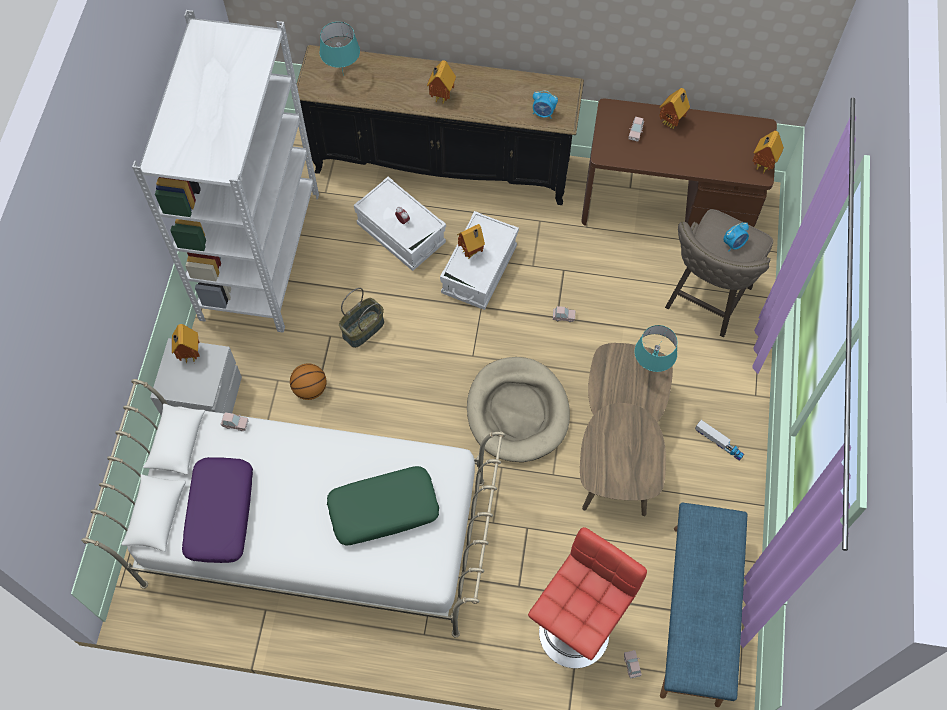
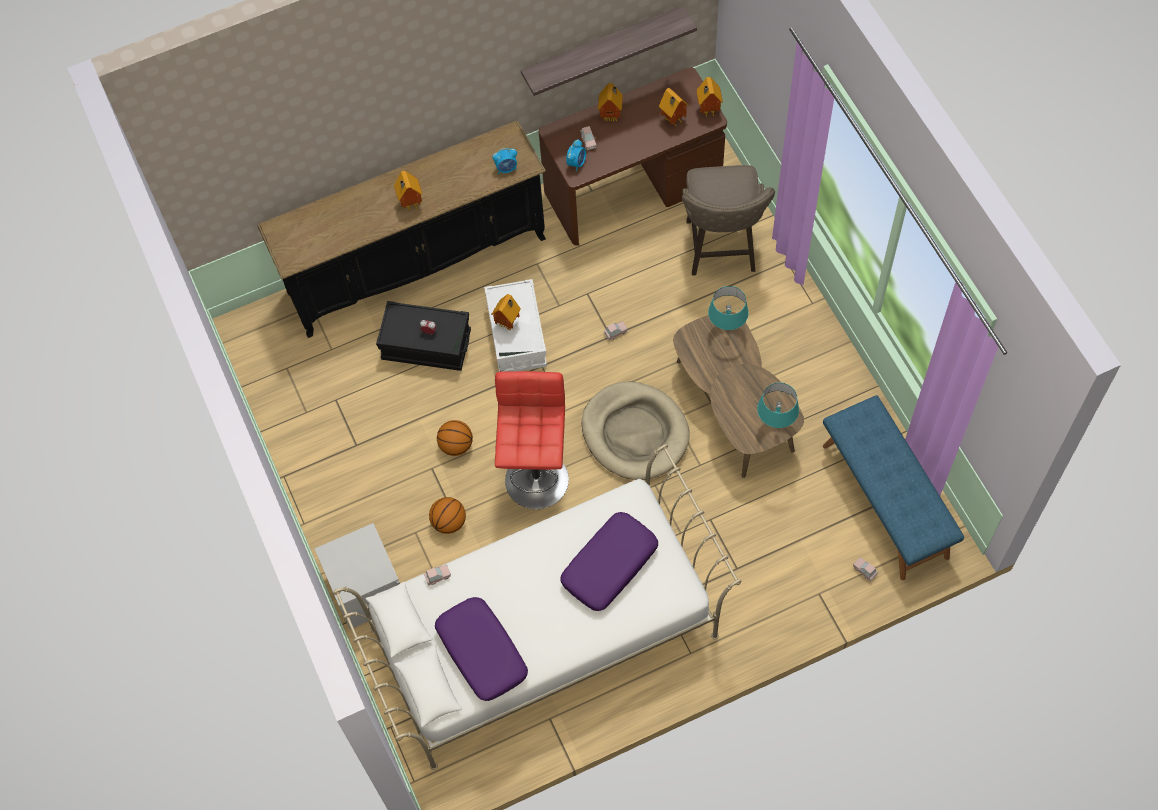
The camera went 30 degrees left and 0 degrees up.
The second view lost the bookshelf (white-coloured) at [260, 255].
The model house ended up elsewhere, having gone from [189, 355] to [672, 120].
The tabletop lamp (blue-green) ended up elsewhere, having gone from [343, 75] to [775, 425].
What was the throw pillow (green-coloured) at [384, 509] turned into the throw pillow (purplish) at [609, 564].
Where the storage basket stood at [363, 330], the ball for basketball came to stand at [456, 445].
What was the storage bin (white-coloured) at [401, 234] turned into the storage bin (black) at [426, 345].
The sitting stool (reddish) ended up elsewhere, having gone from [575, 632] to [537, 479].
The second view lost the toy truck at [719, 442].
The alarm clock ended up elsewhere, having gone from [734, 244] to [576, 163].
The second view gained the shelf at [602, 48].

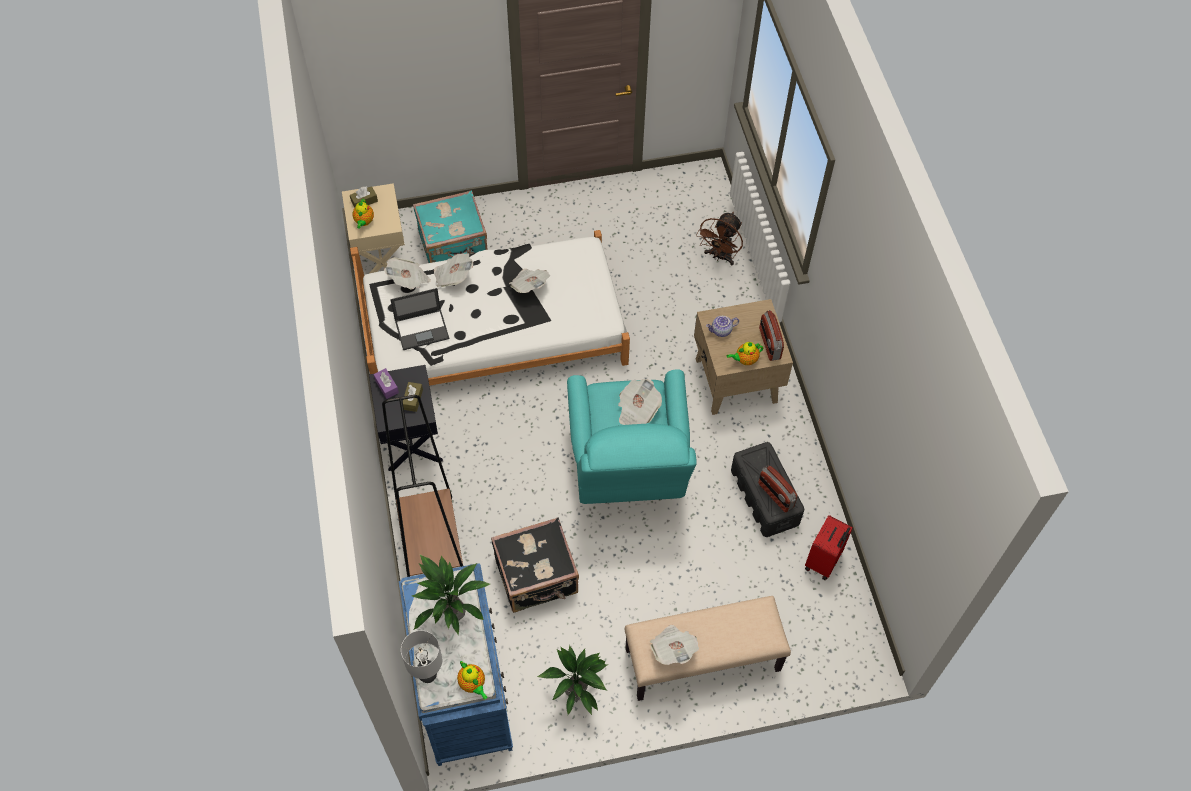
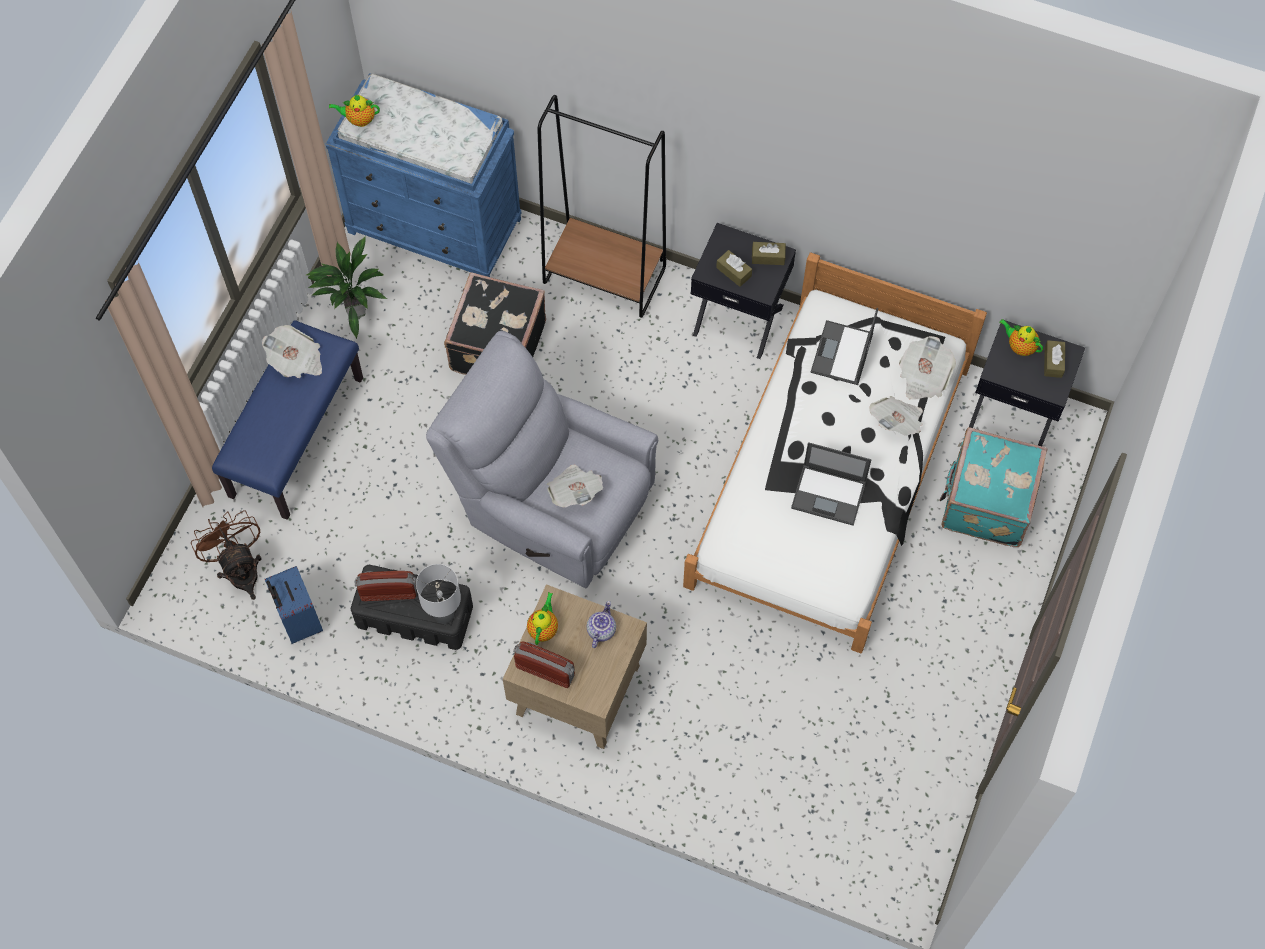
The camera went 125 degrees right and 5 degrees up.
What was the nightstand (beige-coloured) at [381, 260] turned into the nightstand (black) at [1013, 414].
What was the tissue holder (purplish) at [386, 386] turned into the tissue holder (brownish) at [768, 257].
The tabletop lamp (gray) ended up elsewhere, having gone from [428, 676] to [444, 616].
The second view lost the houseplant at [454, 614].
Where the printed paper stood at [529, 286], the laptop came to stand at [829, 495].
What was the easy chair (blue-green) at [628, 469] turned into the easy chair (gray) at [551, 502].
What was the indoor bench (beige-coloured) at [702, 661] turned into the indoor bench (blue-coloured) at [296, 436].
The cooling fan (brownish) ended up elsewhere, having gone from [719, 256] to [241, 570].
What was the travel case (reddish) at [823, 561] turned into the travel case (blue-coloured) at [299, 621].

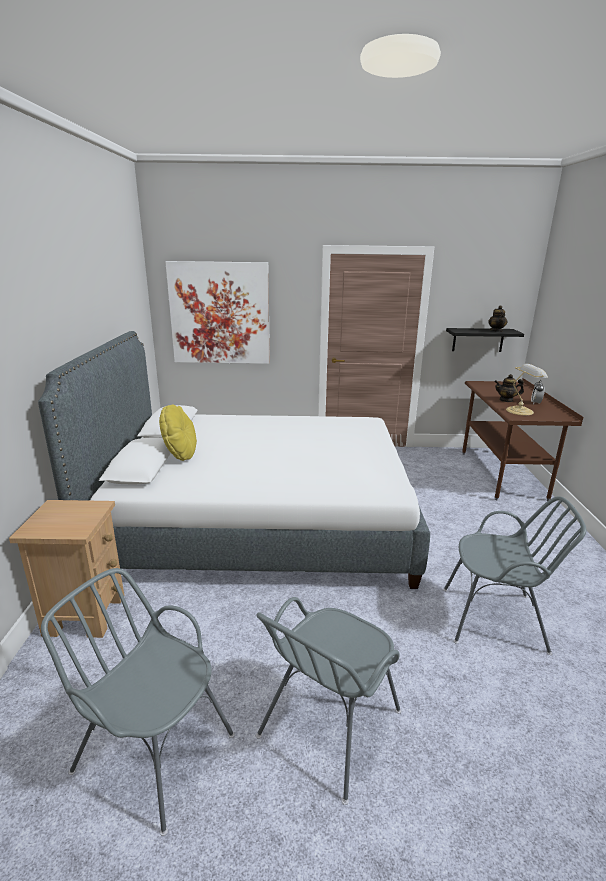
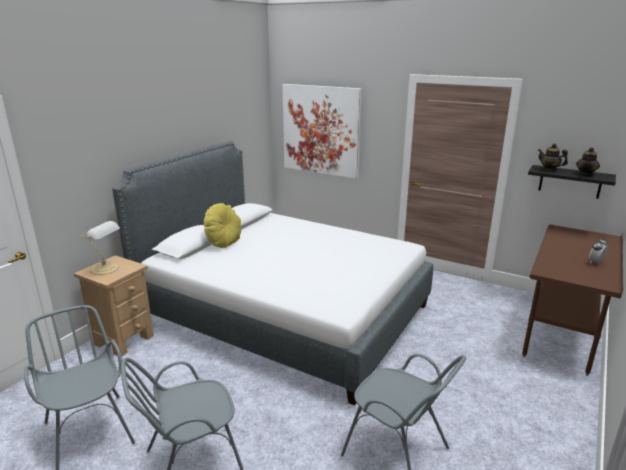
The camera went 30 degrees right and 0 degrees up.
The tea pot ended up elsewhere, having gone from [506, 400] to [549, 170].
The tabletop lamp ended up elsewhere, having gone from [521, 411] to [106, 269].

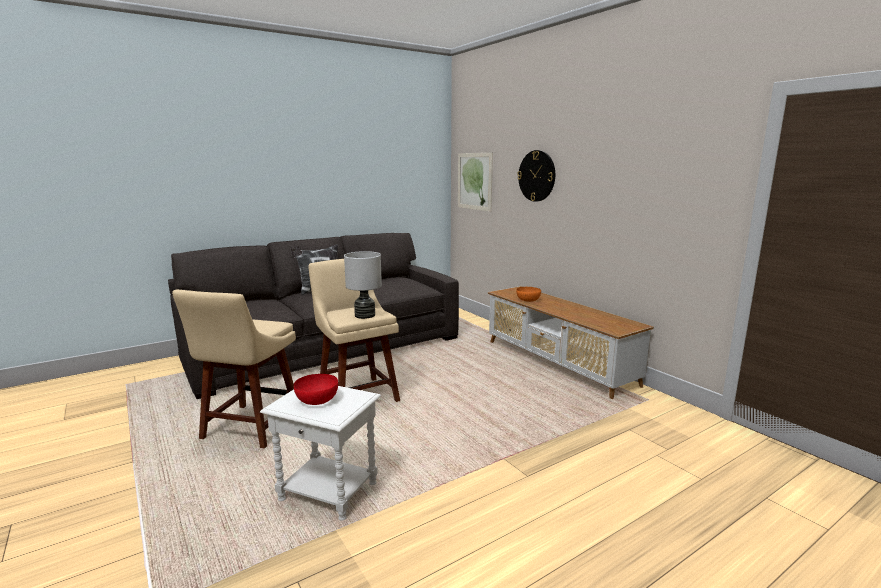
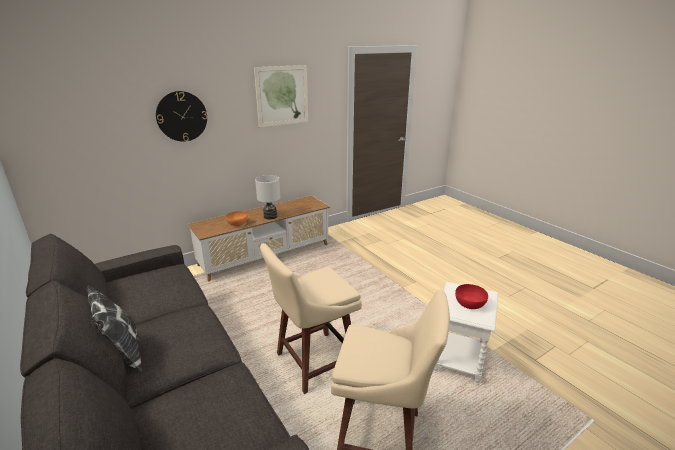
The camera went 90 degrees left and 10 degrees up.
The tabletop lamp (gray) ended up elsewhere, having gone from [364, 315] to [270, 216].
The picture ended up elsewhere, having gone from [474, 181] to [282, 96].

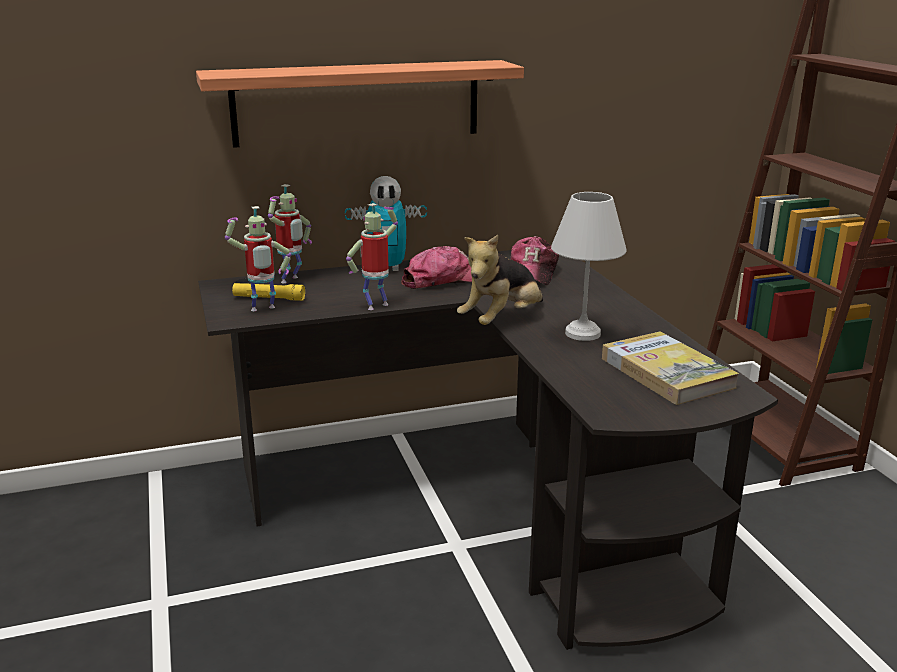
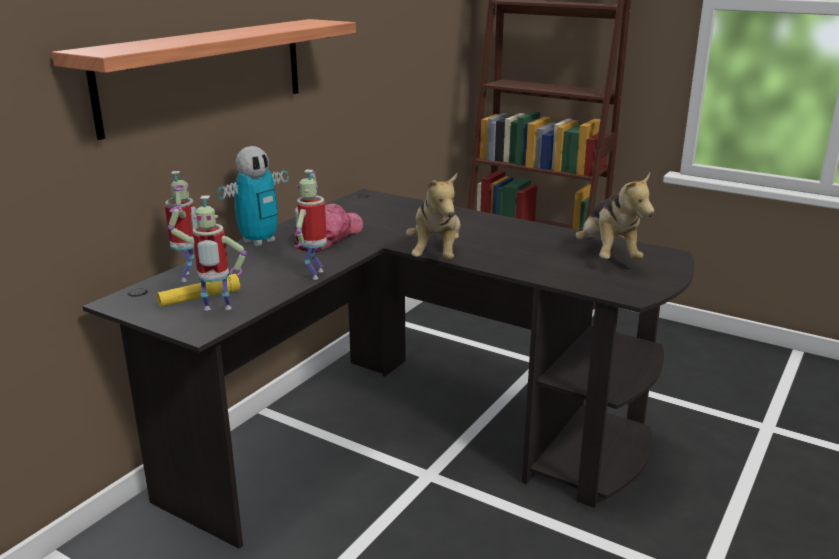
The camera went 40 degrees left and 0 degrees up.
The toy robot at [263, 310] ended up facing another way, 60 degrees clockwise from before.
The second view lost the peaked cap at [533, 273].
The second view lost the tabletop lamp (white-coloured) at [582, 334].
Where the book stood at [666, 373], the cuddly toy came to stand at [607, 256].

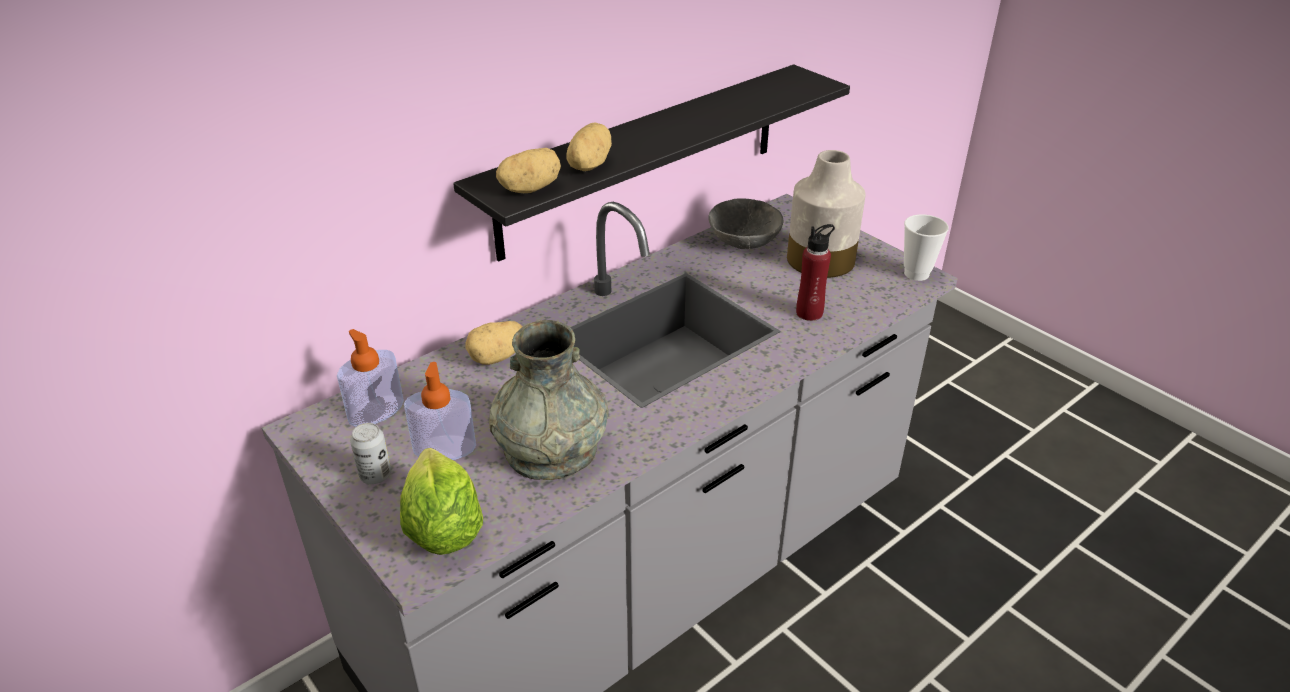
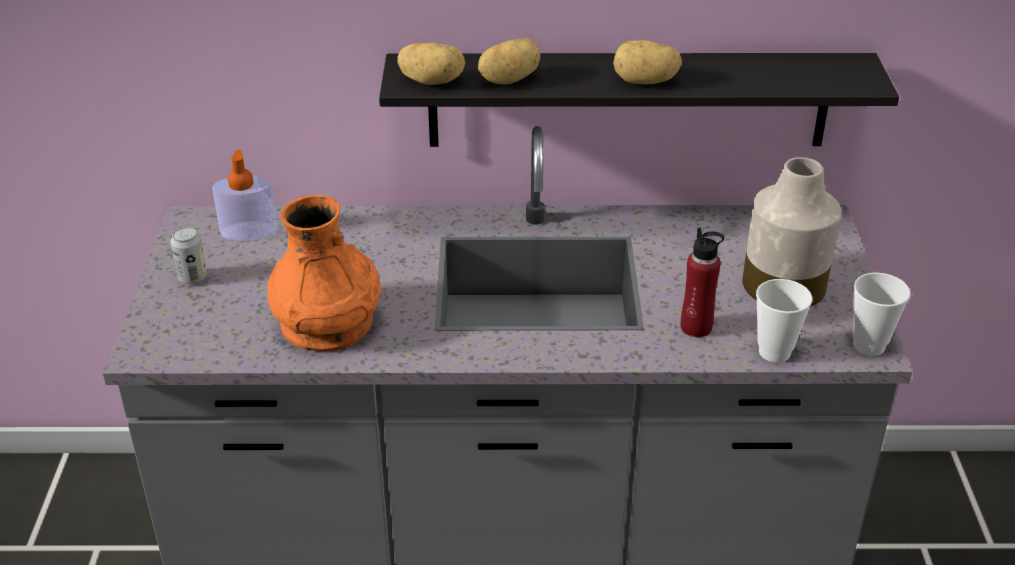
The camera went 40 degrees right and 0 degrees up.
The second view lost the lettuce at [443, 529].
The second view lost the soap bottle at [444, 448].
The spud ended up elsewhere, having gone from [497, 357] to [645, 82].
What was the decorative vase (gray) at [550, 447] turned into the decorative vase (orangey) at [327, 323].
The second view lost the deep dish (gray) at [743, 240].
The second view gained the drinking cup at [774, 352].

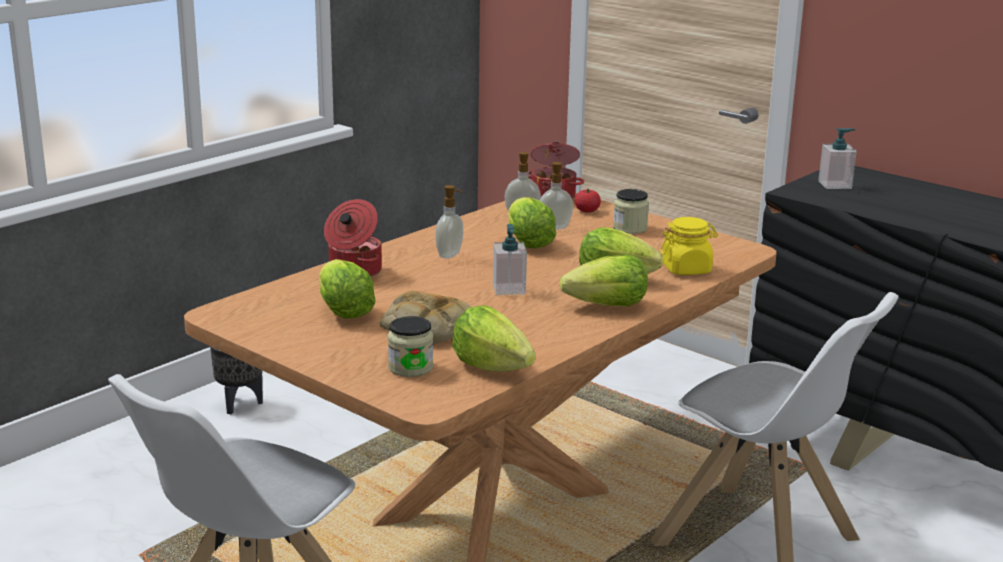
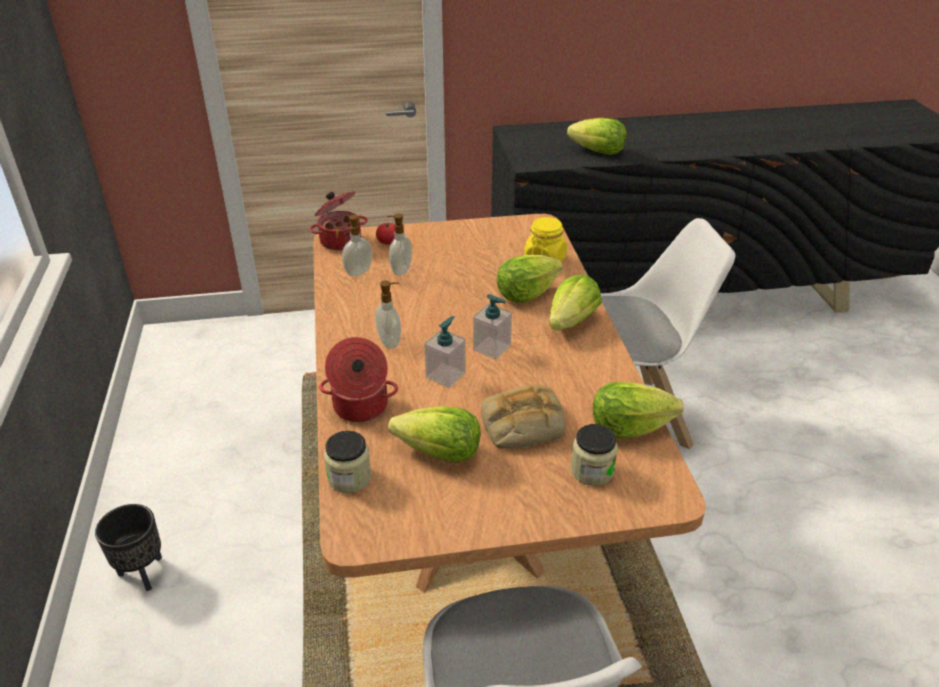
The camera went 50 degrees left and 15 degrees up.
The lettuce ended up elsewhere, having gone from [528, 243] to [598, 152].
The jar ended up elsewhere, having gone from [630, 228] to [349, 477].
The soap bottle ended up elsewhere, having gone from [835, 185] to [445, 375].

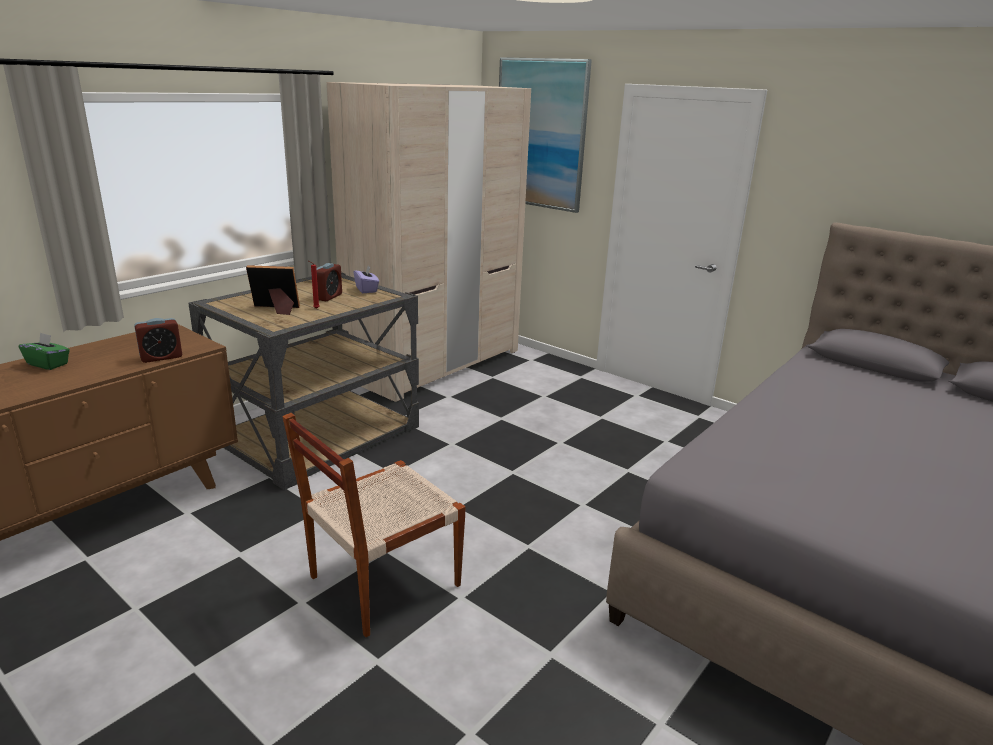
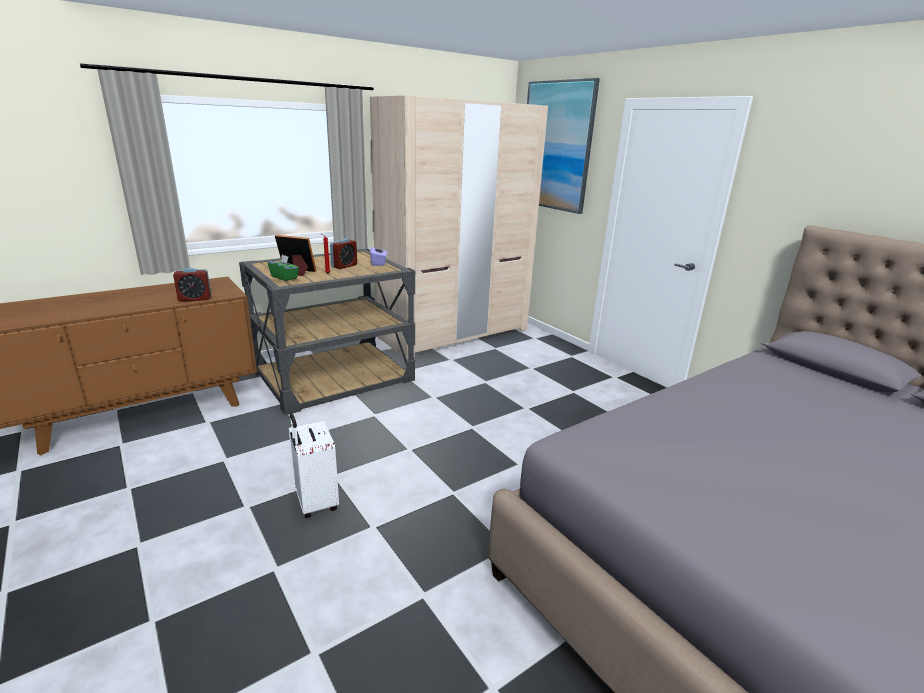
The camera went 15 degrees right and 0 degrees up.
The tissue holder (green-coloured) ended up elsewhere, having gone from [48, 364] to [284, 277].
Where the plain chair stood at [381, 583], the travel case (white-coloured) came to stand at [315, 502].

